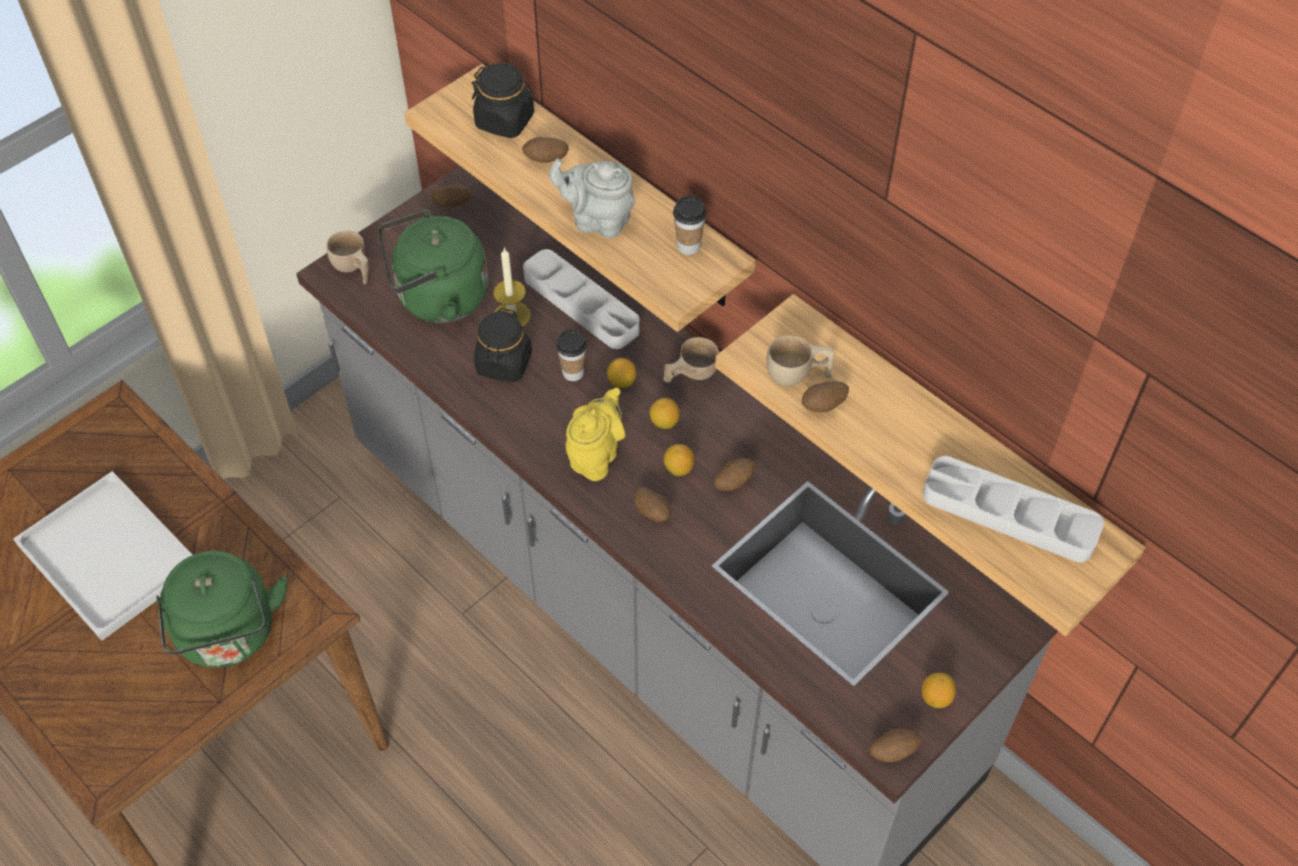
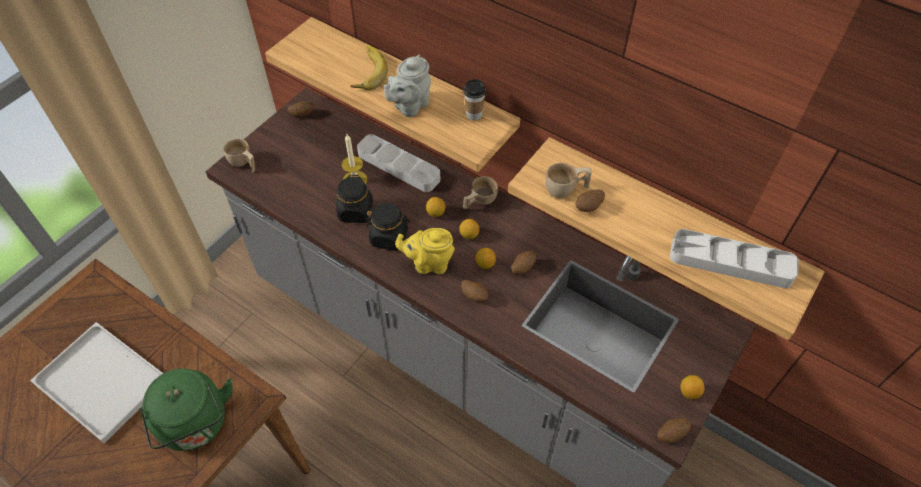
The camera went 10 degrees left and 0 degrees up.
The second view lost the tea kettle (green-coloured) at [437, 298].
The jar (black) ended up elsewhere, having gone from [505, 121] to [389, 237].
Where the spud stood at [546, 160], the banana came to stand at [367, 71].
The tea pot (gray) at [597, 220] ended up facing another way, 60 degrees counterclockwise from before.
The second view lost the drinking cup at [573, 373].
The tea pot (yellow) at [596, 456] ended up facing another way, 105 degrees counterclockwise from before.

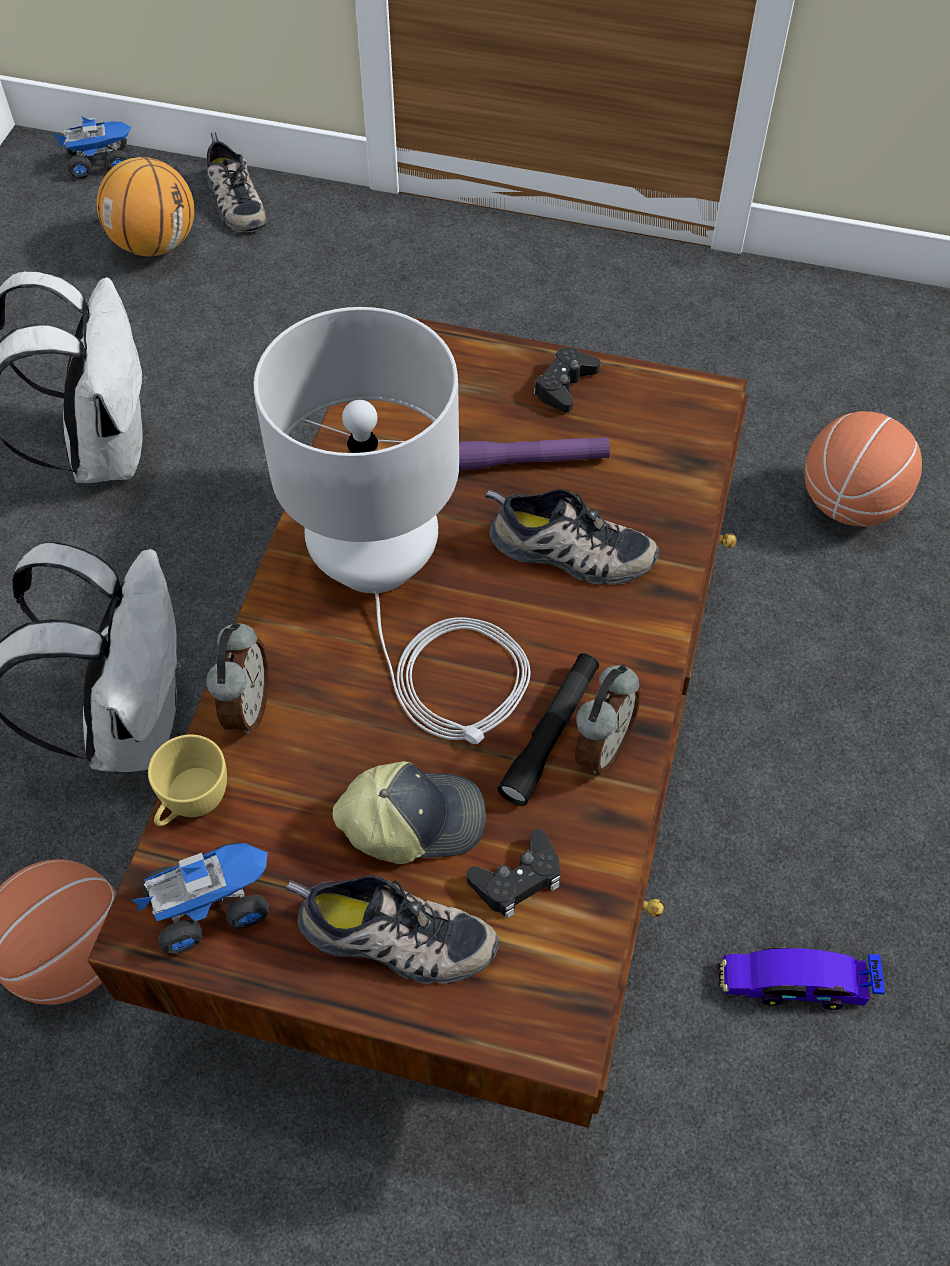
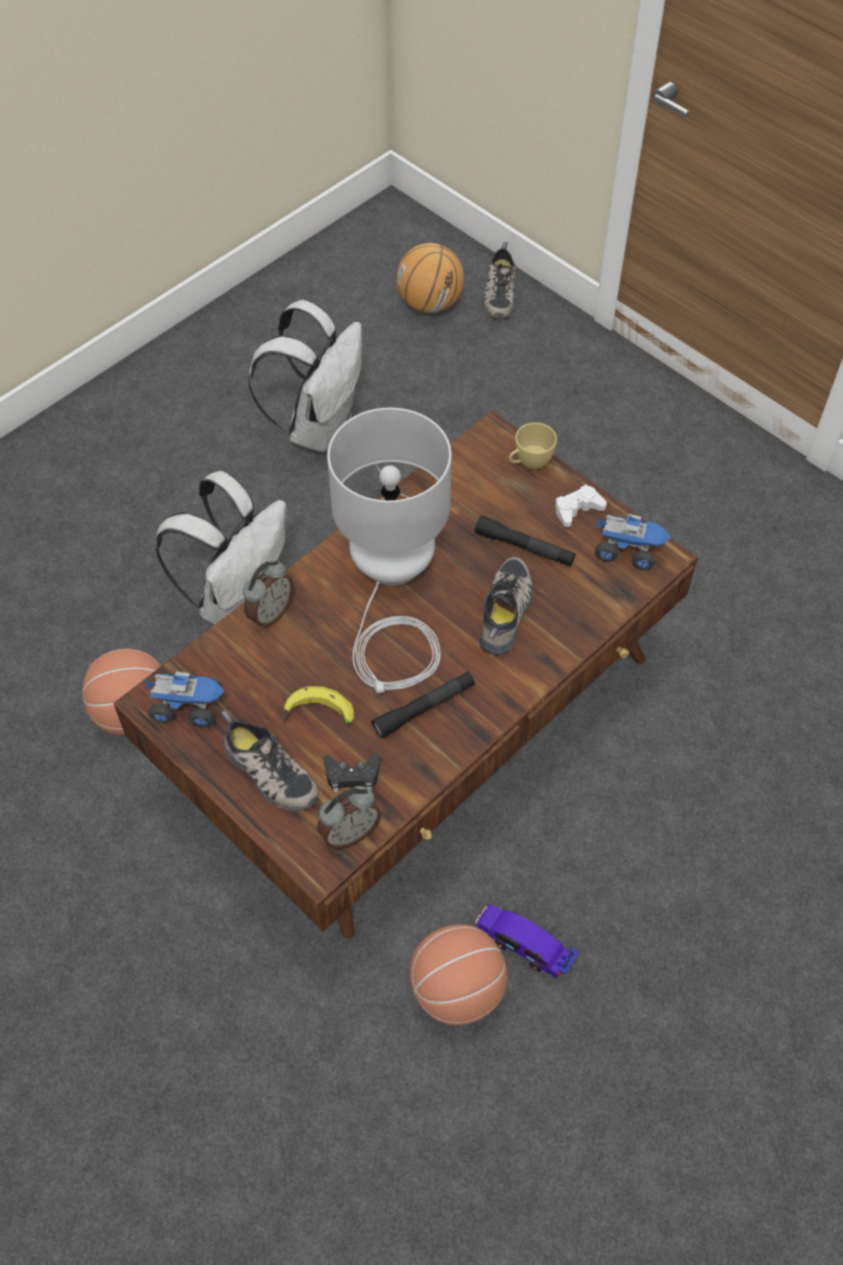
The camera went 30 degrees right and 0 degrees up.
The toy truck ended up elsewhere, having gone from [101, 162] to [628, 550].
The drinking cup (yellow) ended up elsewhere, having gone from [191, 804] to [529, 462].
Where the peaked cap stood at [413, 820], the banana came to stand at [318, 716].
What was the hand torch (purplish) at [532, 461] turned into the hand torch (black) at [524, 547].
The item of footwear at [569, 553] ended up facing another way, 120 degrees counterclockwise from before.
What was the gamepad (black) at [564, 385] turned into the gamepad (white-coloured) at [577, 509].
The alarm clock ended up elsewhere, having gone from [601, 747] to [349, 833].
The ball for basketball ended up elsewhere, having gone from [850, 503] to [457, 989].

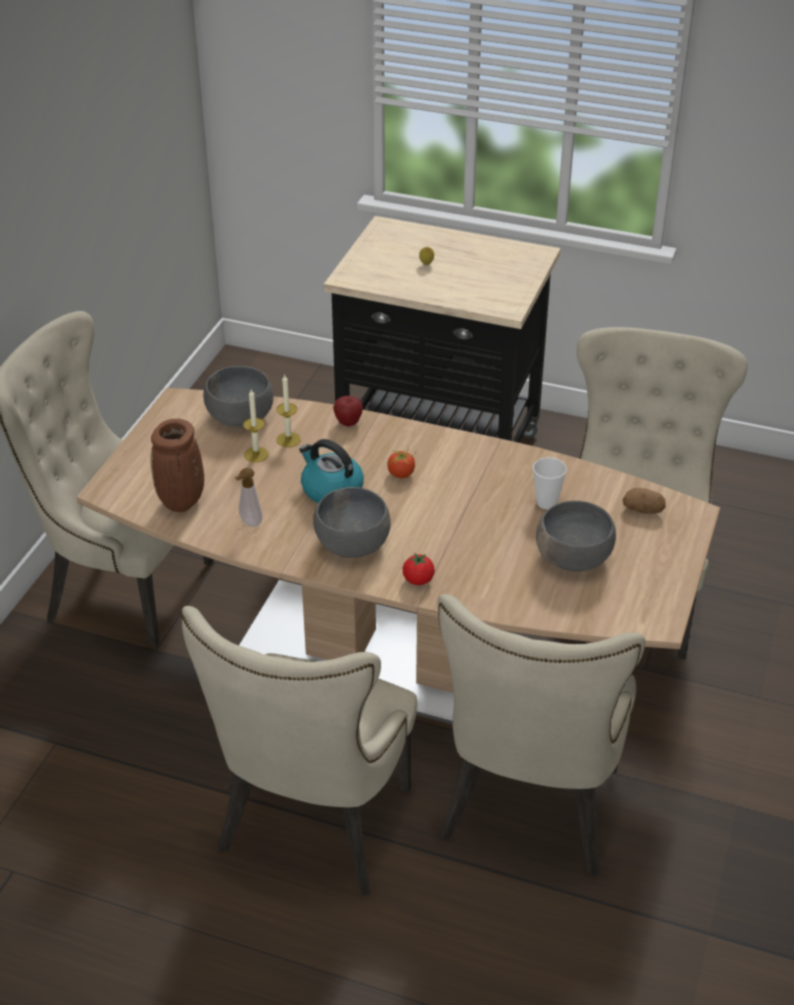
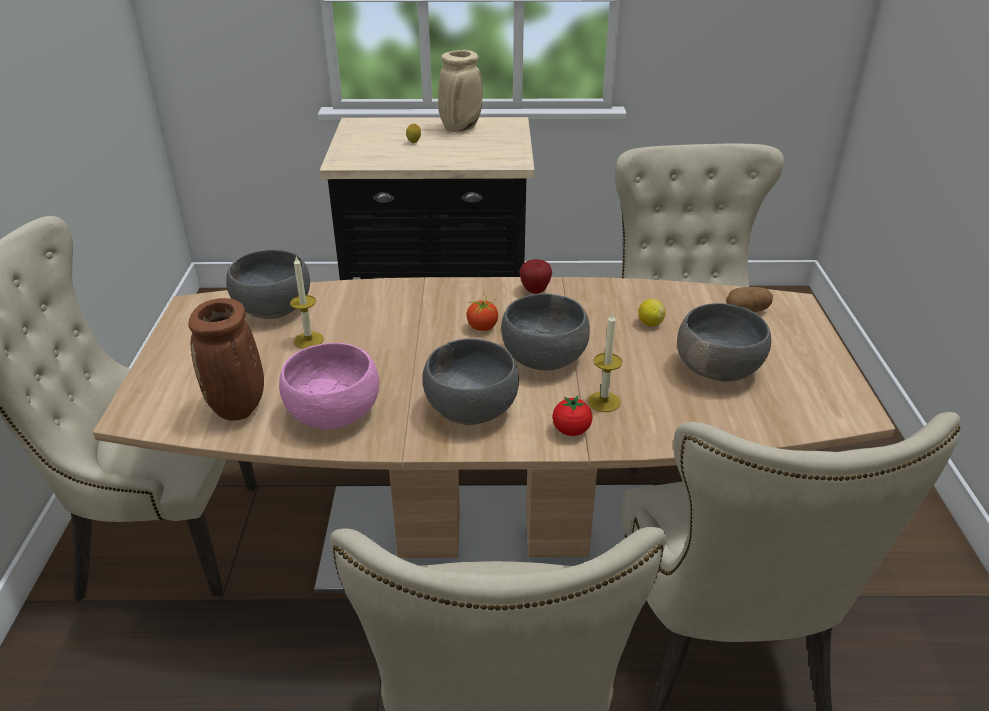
The camera went 20 degrees left and 5 degrees down.
Where the soap bottle stood at [249, 523], the deep dish (pink-coloured) came to stand at [334, 413].
The wax candle ended up elsewhere, having gone from [288, 439] to [604, 402].
The second view lost the tea kettle at [331, 490].
The apple ended up elsewhere, having gone from [348, 423] to [535, 290].
Where the drinking cup stood at [546, 503], the lemon came to stand at [650, 323].
The second view gained the decorative vase (beige-coloured) at [461, 128].
The second view gained the deep dish (gray) at [544, 358].

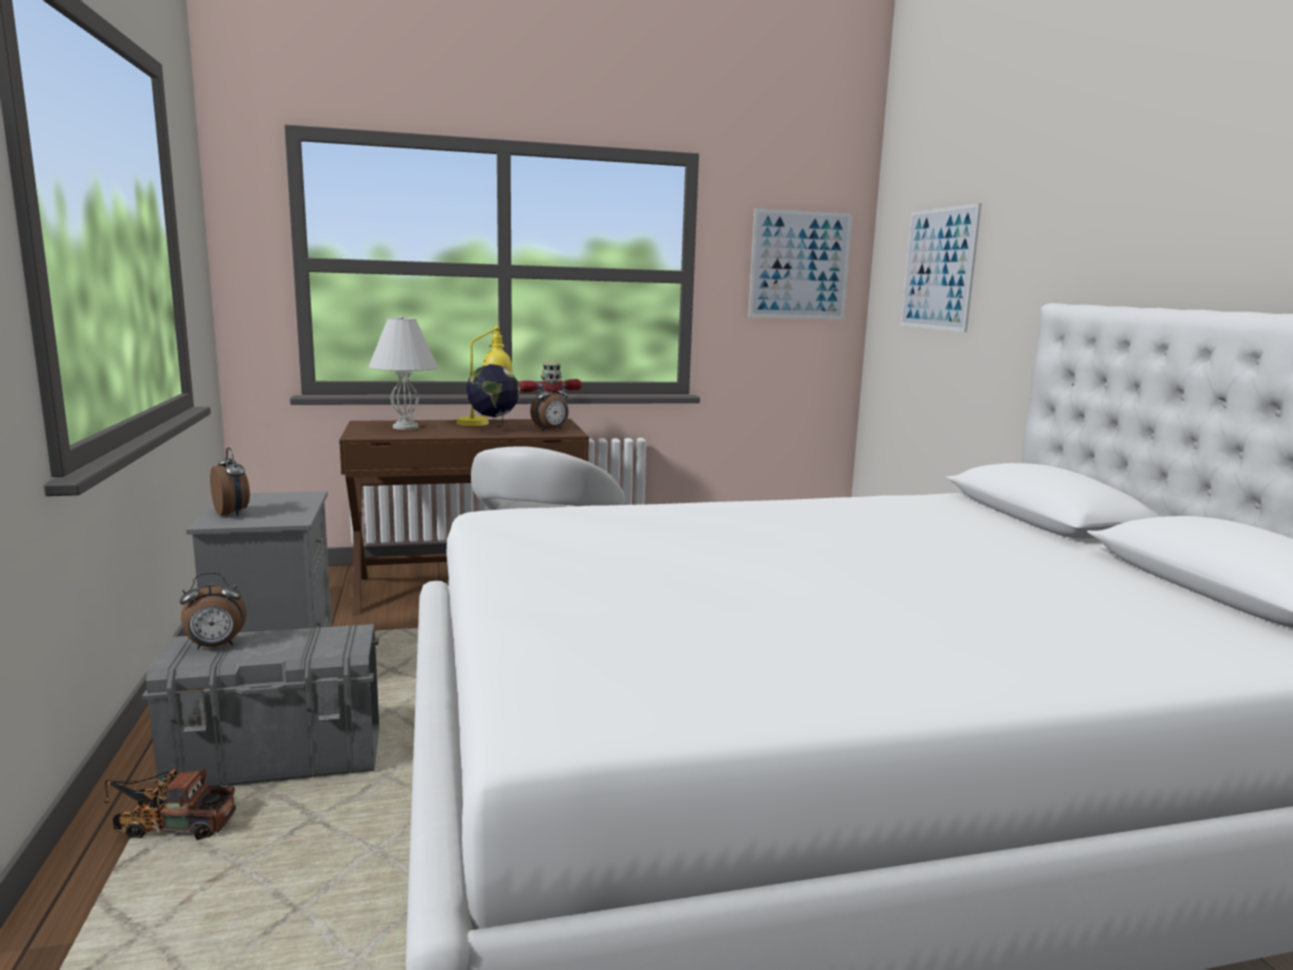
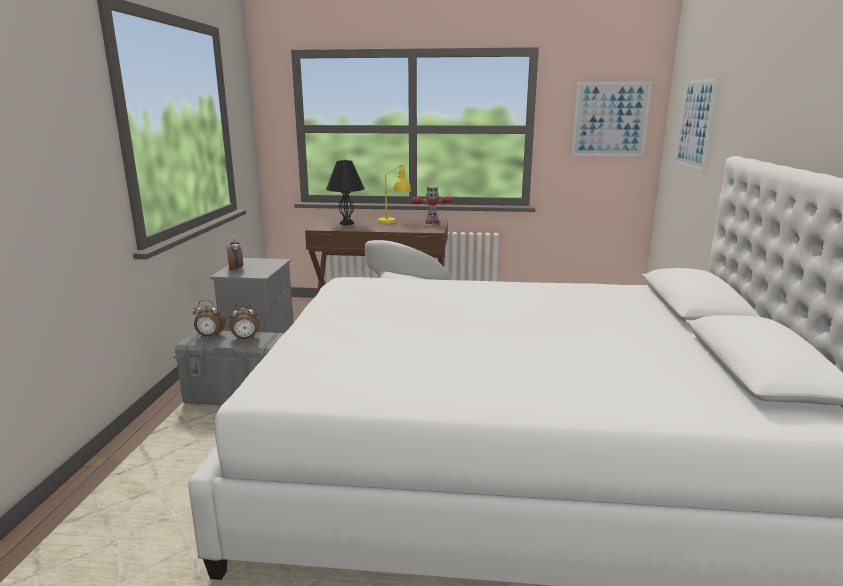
The camera went 20 degrees right and 5 degrees up.
The second view lost the toy truck at [170, 826].
What was the tabletop lamp (white-coloured) at [405, 427] turned into the tabletop lamp (black) at [346, 223].
The second view lost the world globe at [493, 430].
The alarm clock ended up elsewhere, having gone from [551, 430] to [245, 339].

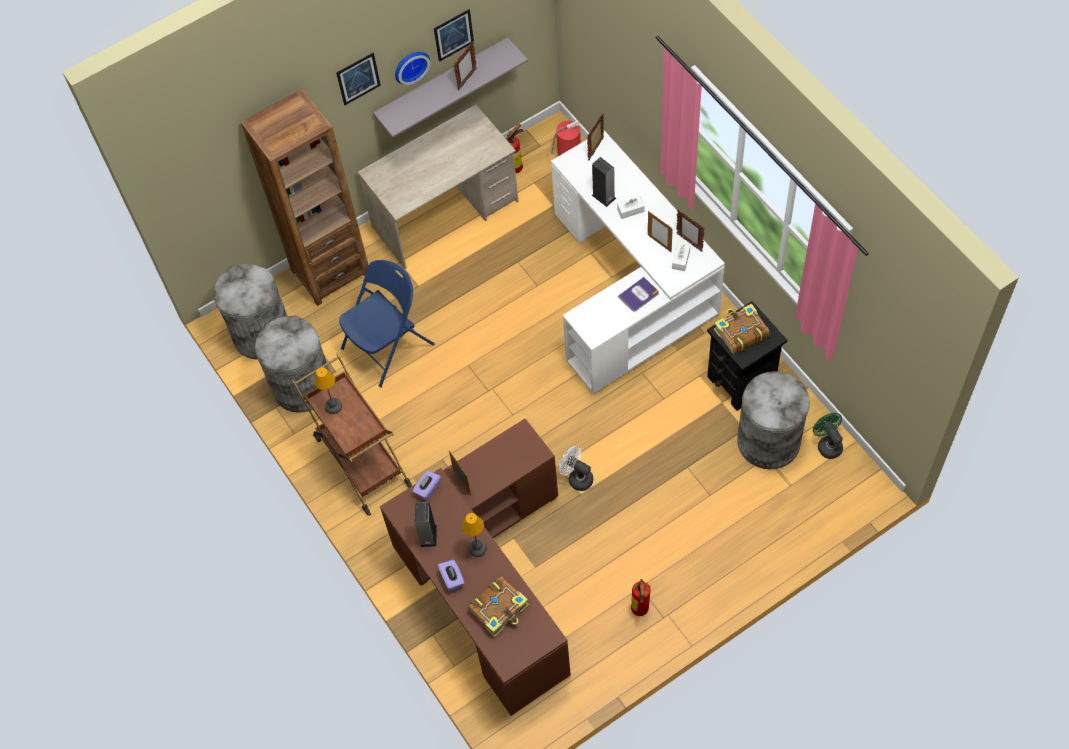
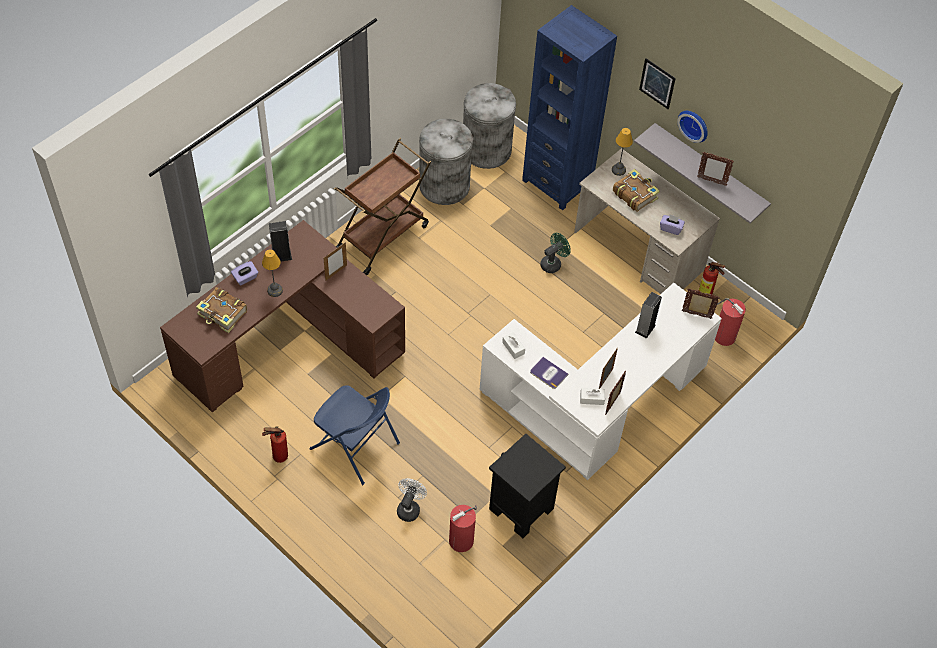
The camera went 70 degrees right and 5 degrees down.
What was the bookshelf (brownish) at [330, 272] turned into the bookshelf (blue-coloured) at [557, 182].
The tabletop lamp ended up elsewhere, having gone from [333, 406] to [618, 169].
The plain chair (blue-coloured) ended up elsewhere, having gone from [388, 346] to [354, 446].
The tissue holder (purplish) ended up elsewhere, having gone from [427, 489] to [671, 228].
The second view lost the picture at [453, 35].
The cooling fan (white-coloured) ended up elsewhere, having gone from [577, 478] to [409, 508].
The tissue holder (white-coloured) ended up elsewhere, having gone from [630, 210] to [513, 348].
The book ended up elsewhere, having gone from [740, 333] to [634, 194].
Where the waste bin (gray) stood at [769, 441], the extinguisher came to stand at [462, 540].
The cooling fan (green-coloured) ended up elsewhere, having gone from [827, 444] to [553, 263].

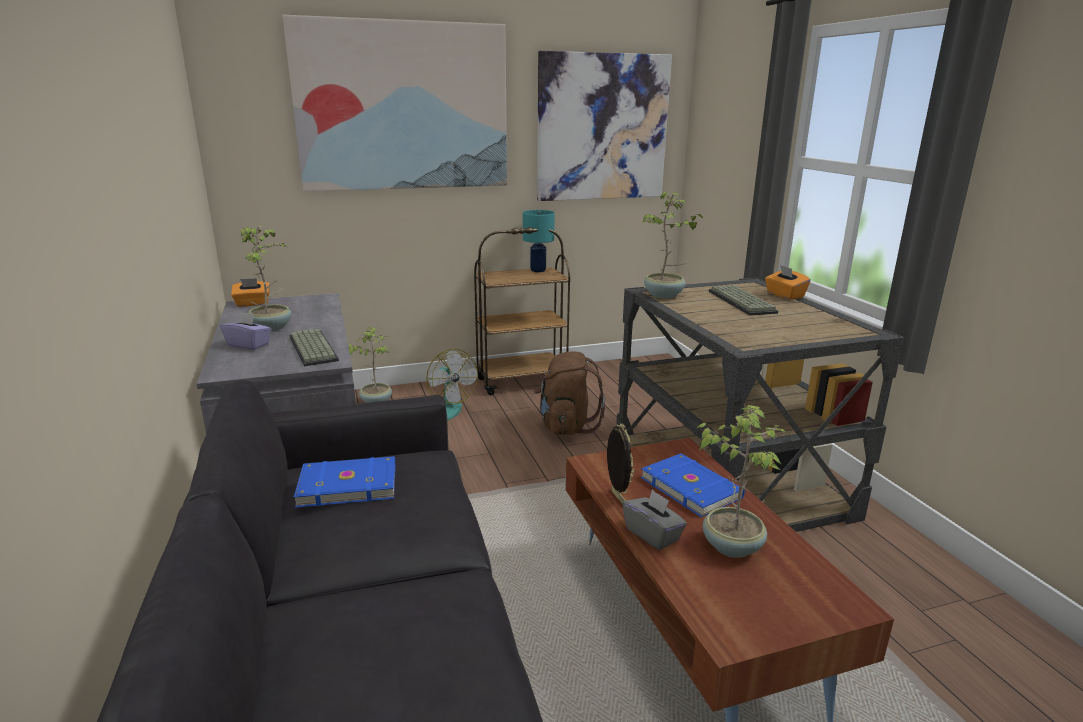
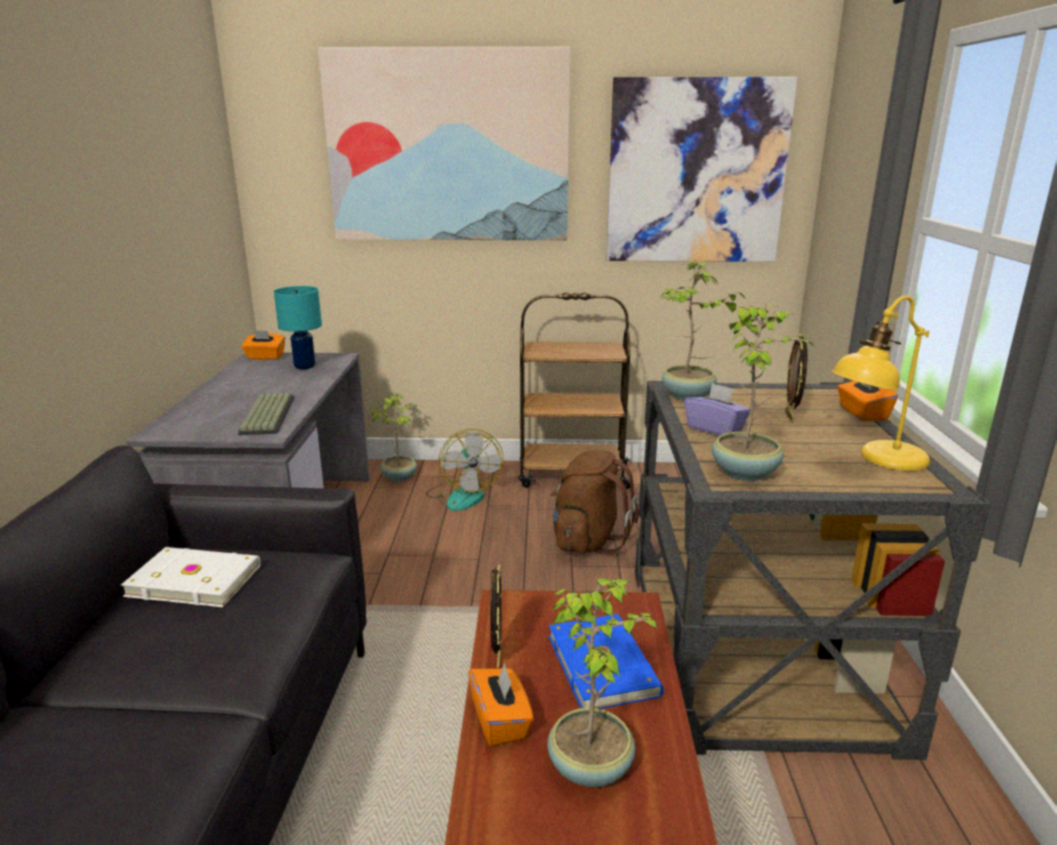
The camera went 20 degrees right and 0 degrees up.
The tissue holder (purplish) ended up elsewhere, having gone from [249, 345] to [715, 429].
The houseplant ended up elsewhere, having gone from [272, 327] to [746, 472].
What was the book (blue-coloured) at [347, 484] turned into the book (white-coloured) at [195, 579].
The tabletop lamp (blue-green) ended up elsewhere, having gone from [539, 270] to [306, 366].
What was the tissue holder (gray) at [652, 534] turned into the tissue holder (orangey) at [500, 721].
Where the computer keyboard stood at [743, 302], the standing frame came to stand at [790, 417].
The second view gained the tabletop lamp (yellow) at [875, 462].

